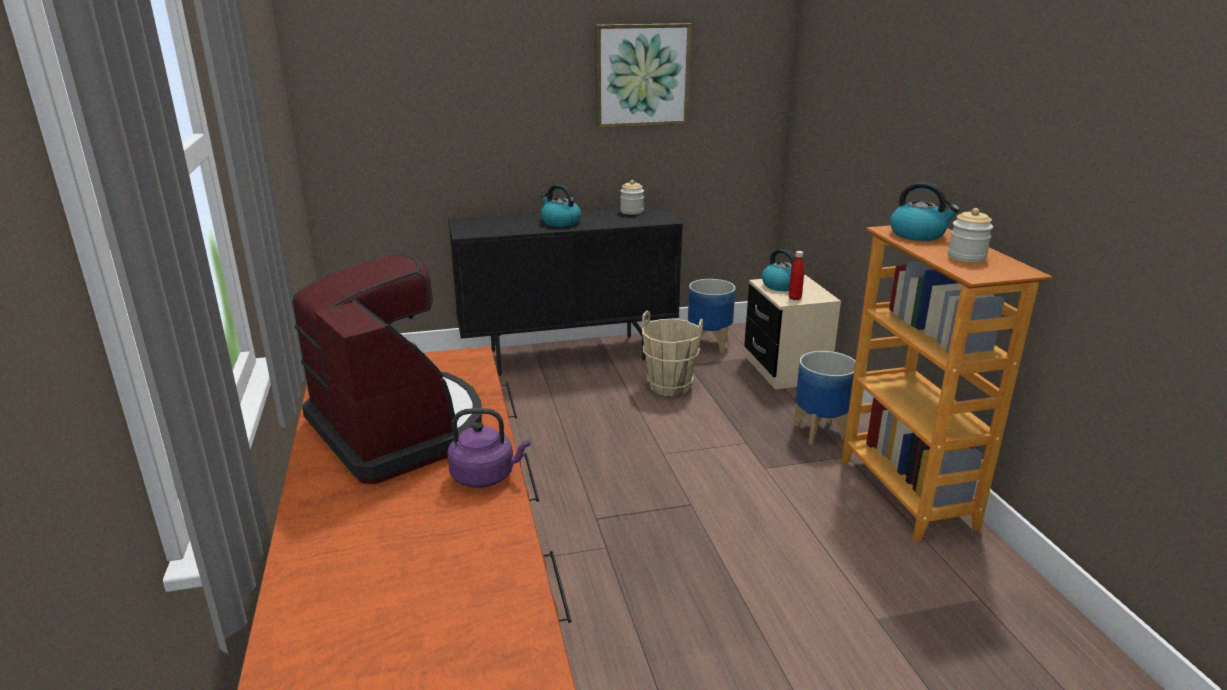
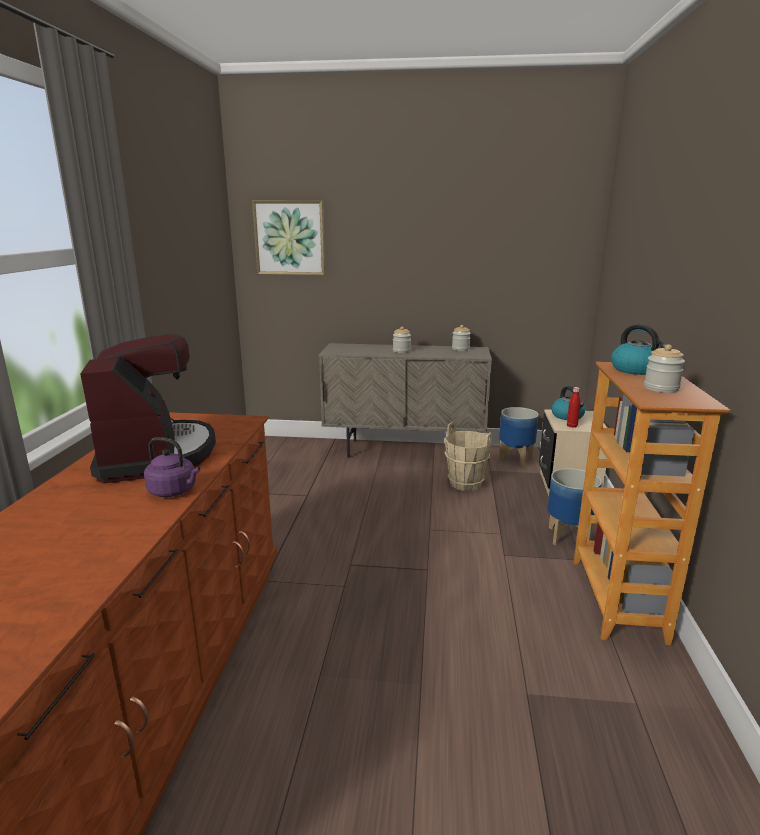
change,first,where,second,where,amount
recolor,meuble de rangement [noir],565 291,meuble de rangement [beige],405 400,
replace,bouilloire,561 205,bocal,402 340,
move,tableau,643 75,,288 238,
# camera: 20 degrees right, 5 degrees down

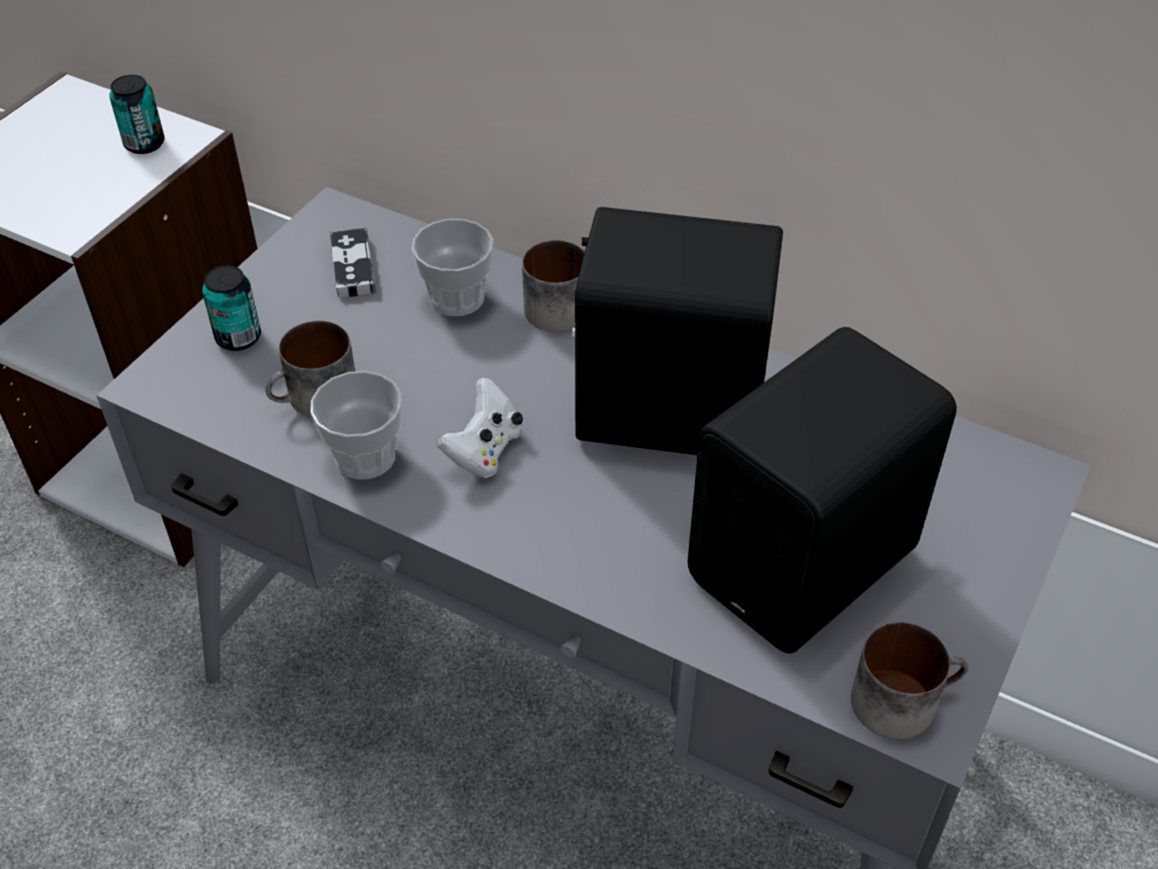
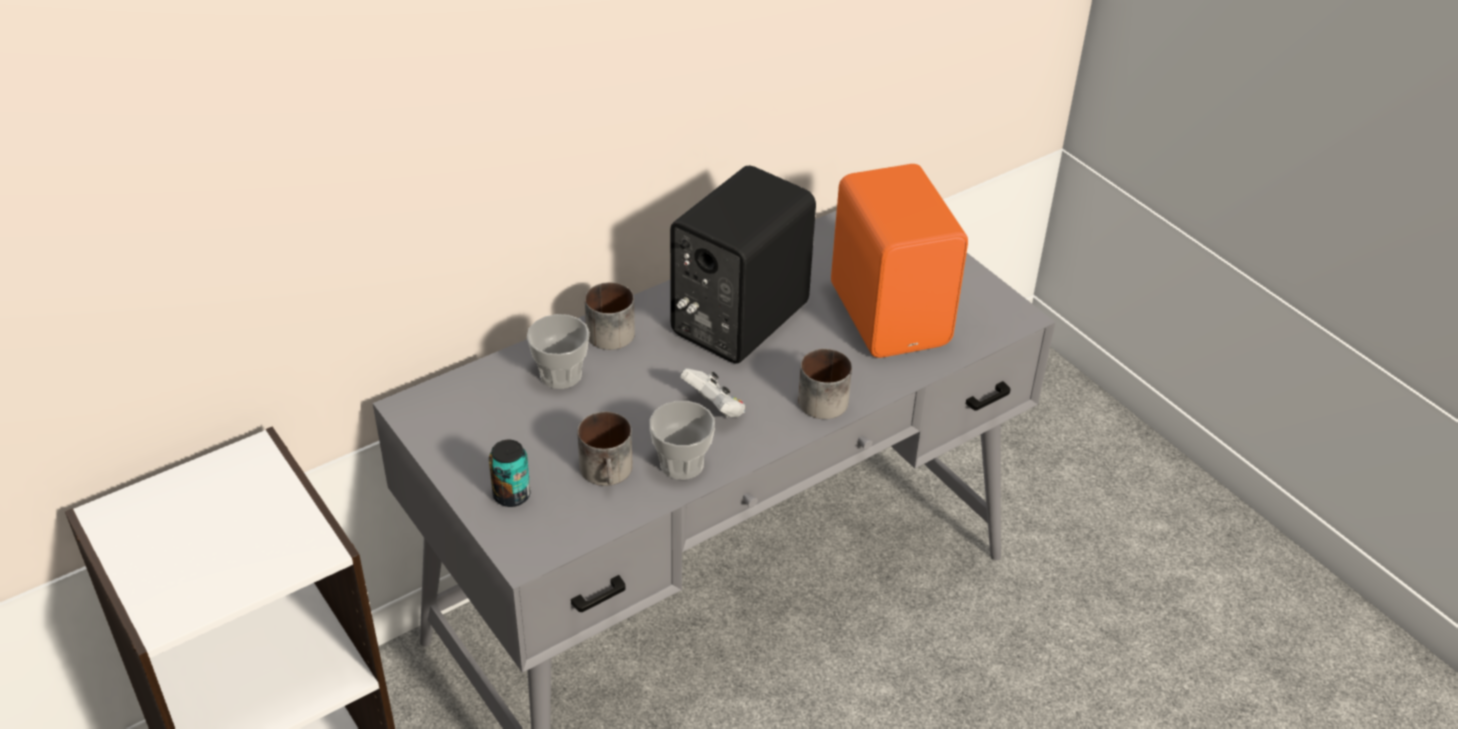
change,first,where,second,where,amount
delete,boîte métallique,137 114,,,
delete,manette,353 263,,,
recolor,enceinte [noir],822 490,enceinte [orange],899 261,
move,mug,909 680,,825 384,
# camera: 65 degrees left, 5 degrees down

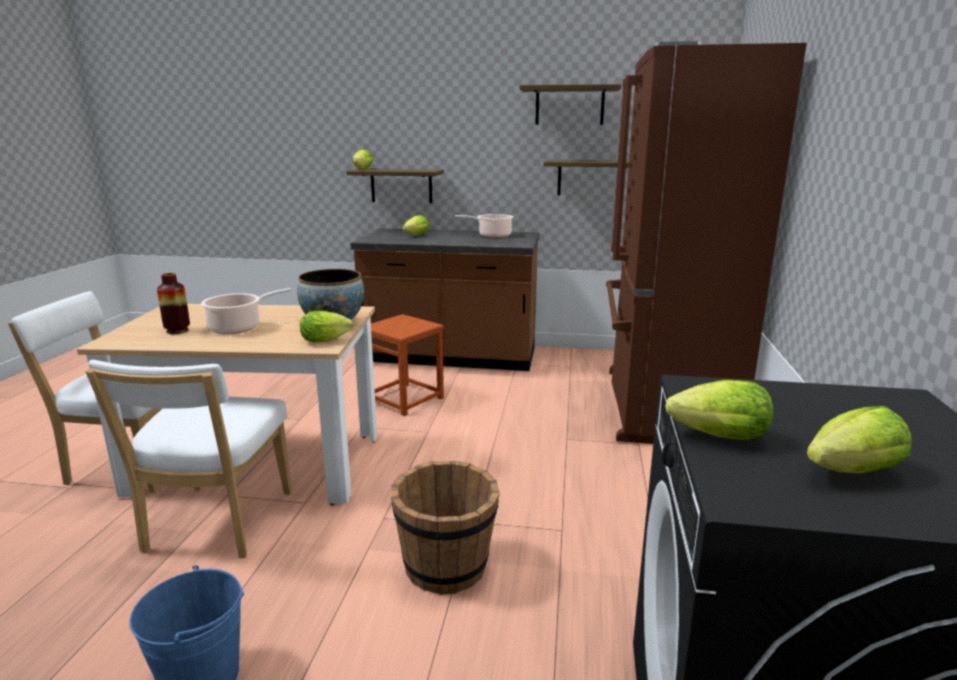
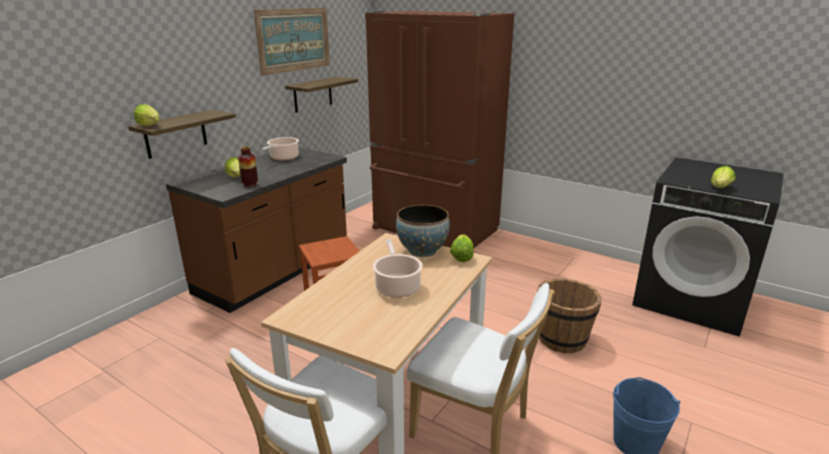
change,first,where,second,where,amount
move,vase,173 303,,248 167,
replace,étagère,570 104,tableau,292 41,
delete,laitue,859 439,,,
# camera: 65 degrees left, 5 degrees up

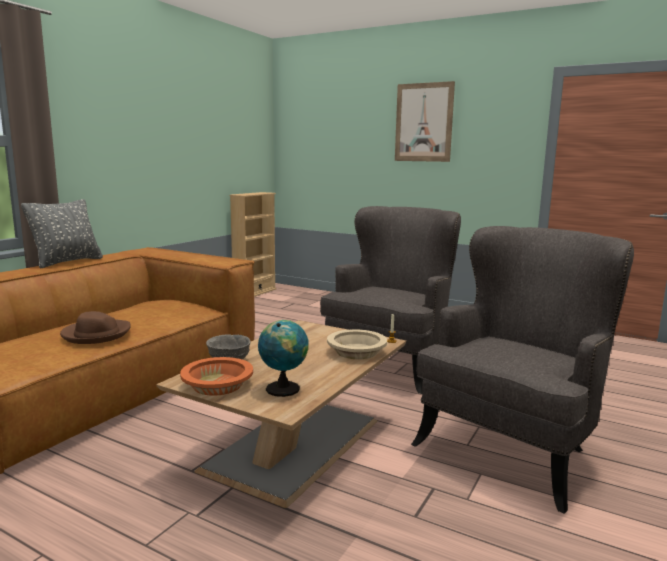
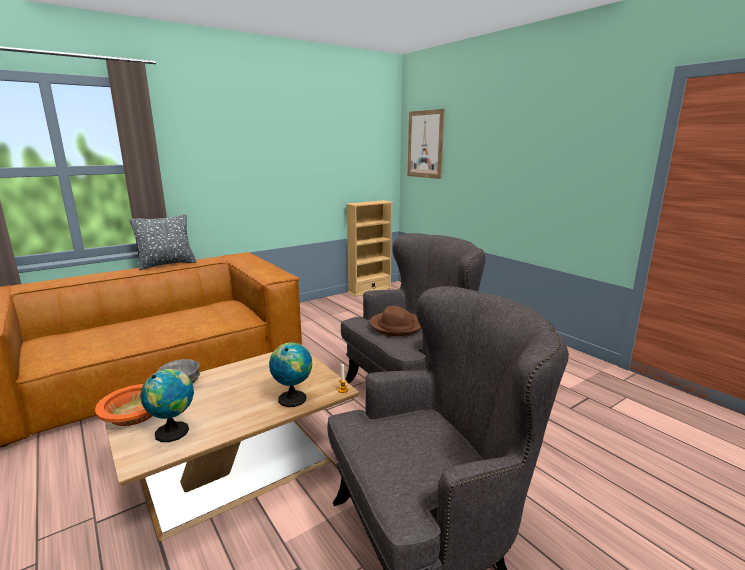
change,first,where,second,where,amount
move,chapeau [marron],95 327,,395 321,
replace,bol [beige],357 344,globe,290 375,
move,tableau,425 121,,426 144,
# camera: 25 degrees right, 5 degrees up

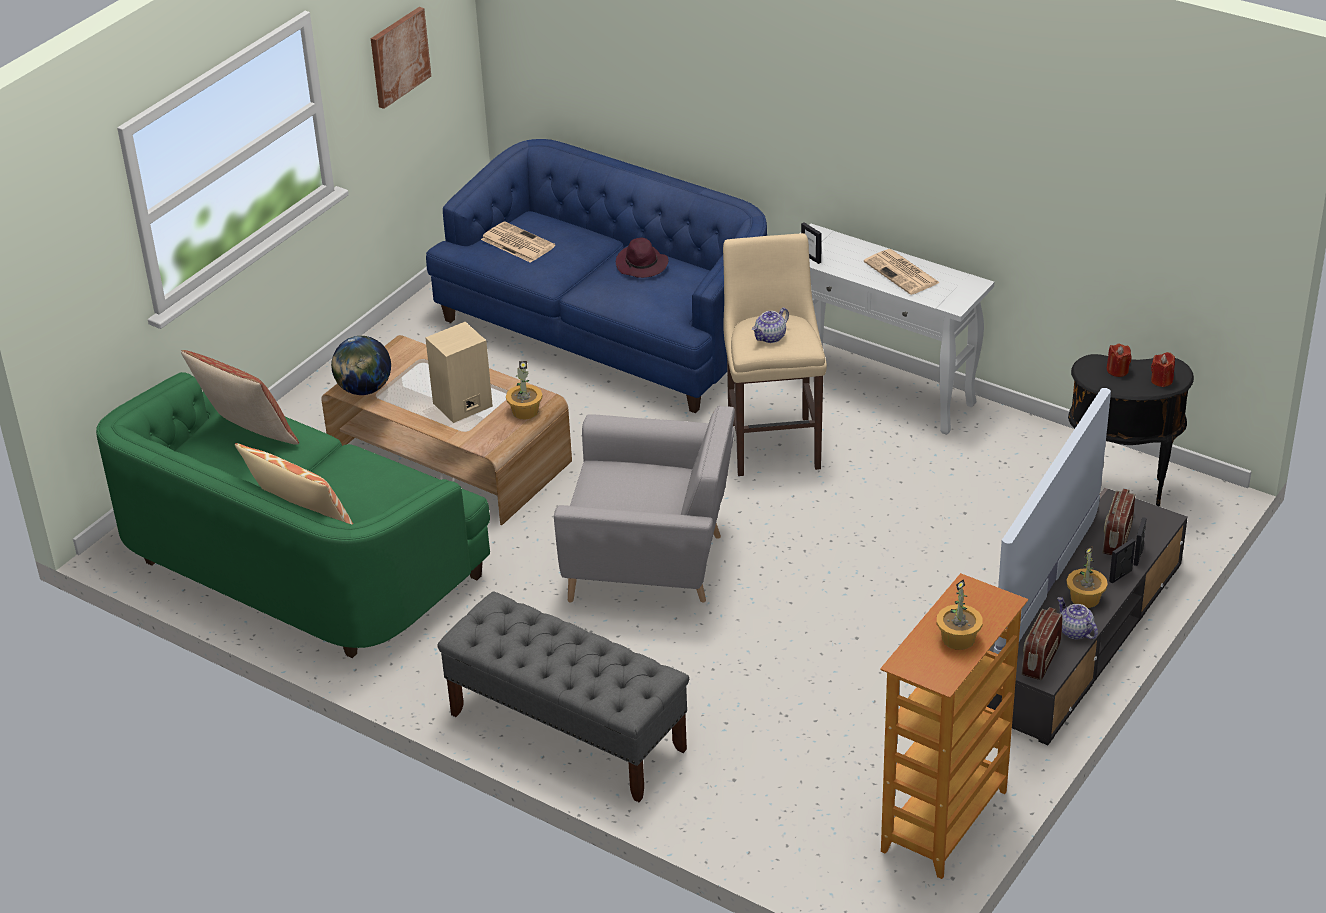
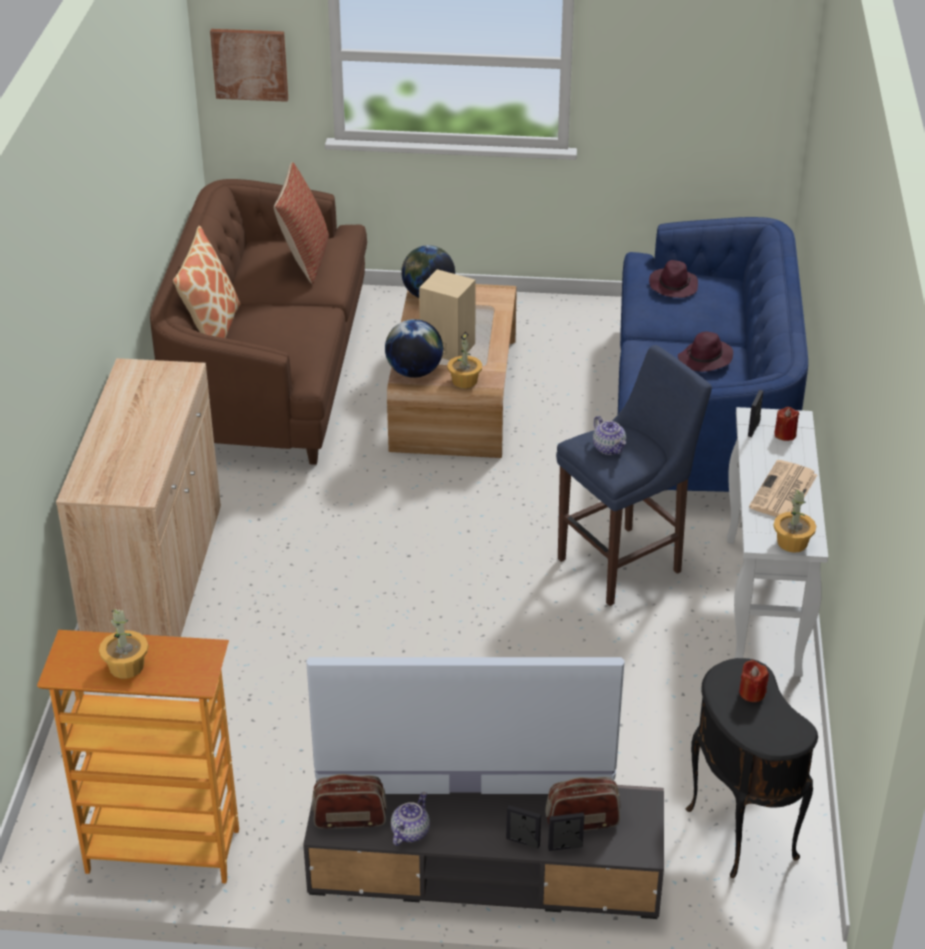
change,first,where,second,where,amount
recolor,canapé [vert],293 515,canapé [marron],258 322,
move,tableau,401 58,,249 65,
replace,banc [gris],563 696,meuble de rangement [beige],138 497,
replace,journal,518 242,chapeau [violet],673 279,
delete,fauteuil [gris],644 504,,,
recolor,tabouret [beige],775 354,tabouret [bleu],634 475,
rotate,théière,770 325,,609 435,135 degrees counterclockwise
move,plante en pot,1087 577,,794 521,
move,bougie [rouge],1163 369,,786 424,
insert,,,globe,414 348,
# camera: 60 degrees right, 0 degrees up

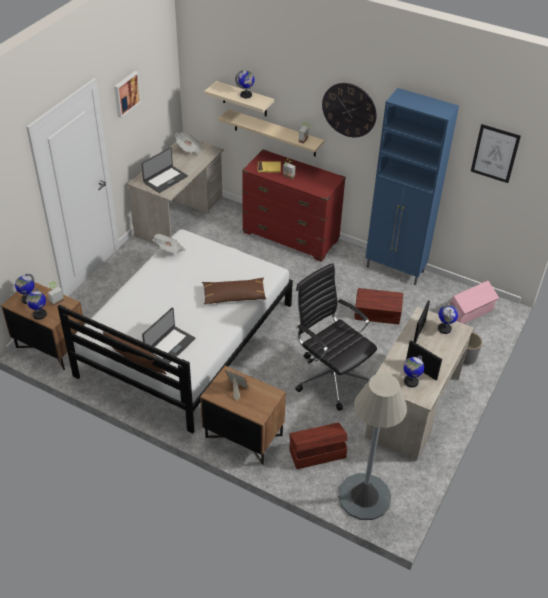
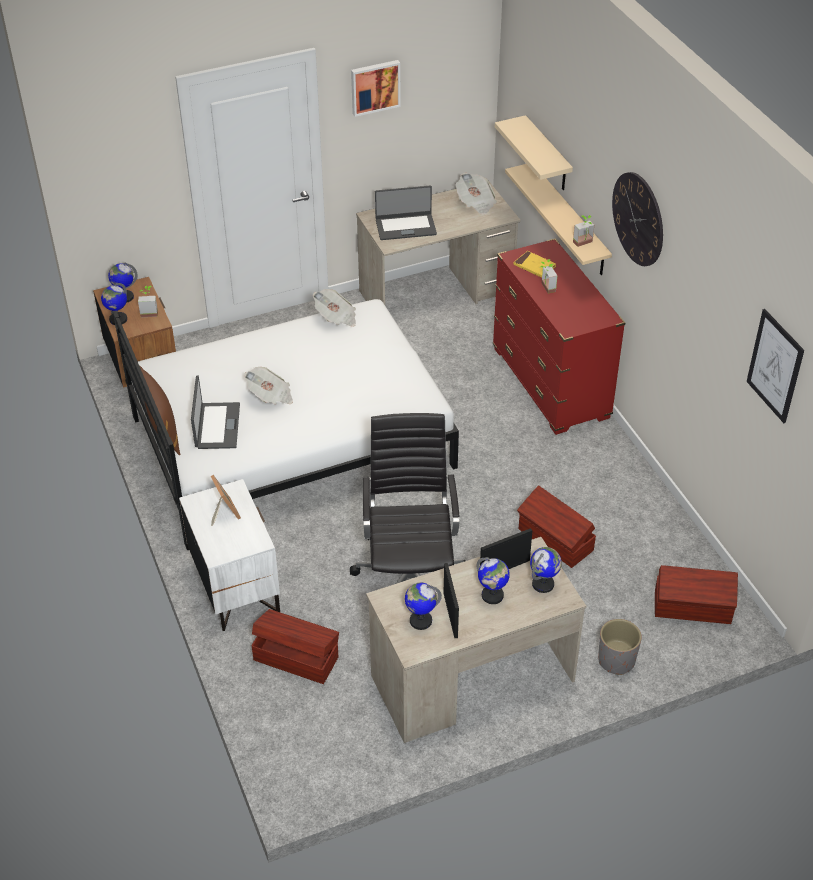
change,first,where,second,where,amount
rotate,ordinateur portable,169 336,,215 412,75 degrees counterclockwise
recolor,table de chevet [marron],243 415,table de chevet [blanc],229 555,
delete,coussin [marron],234 291,,,
move,globe,245 84,,493 580,
delete,lampadaire [gris],372 446,,,
delete,meuble de rangement [bleu],412 186,,,
recolor,boîte de rangement [rose],473 302,boîte de rangement [marron],696 594,
insert,,,journal,268 386,
# camera: 40 degrees right, 0 degrees up

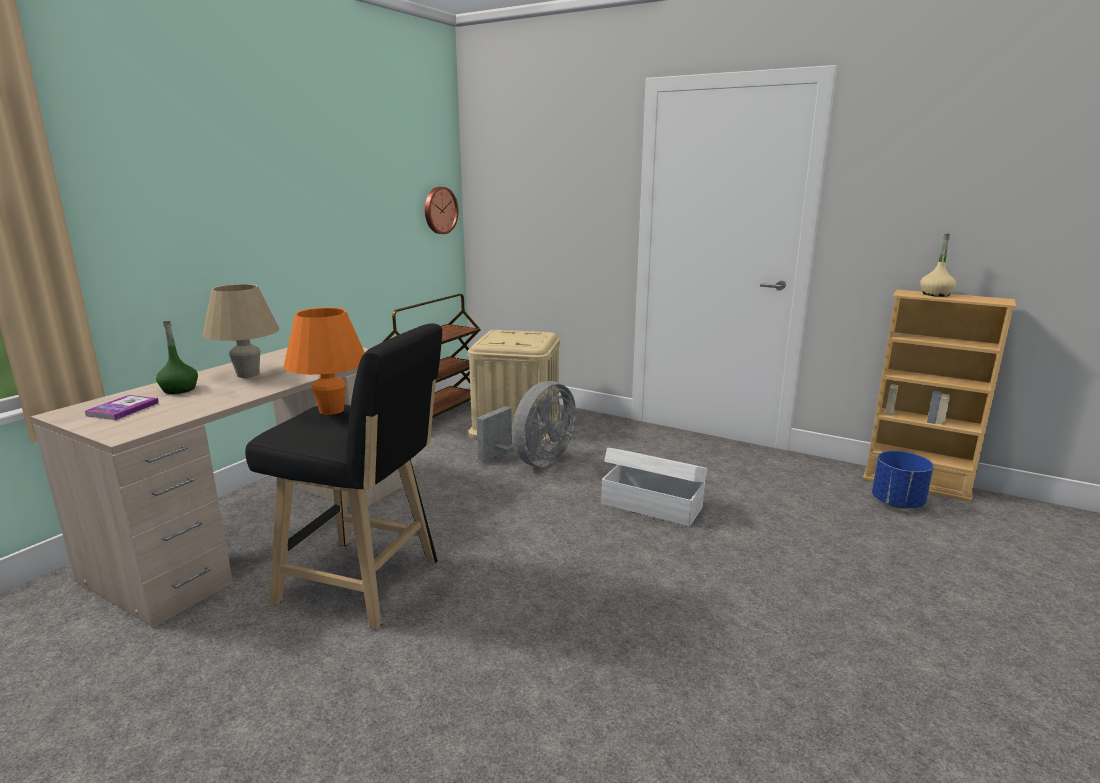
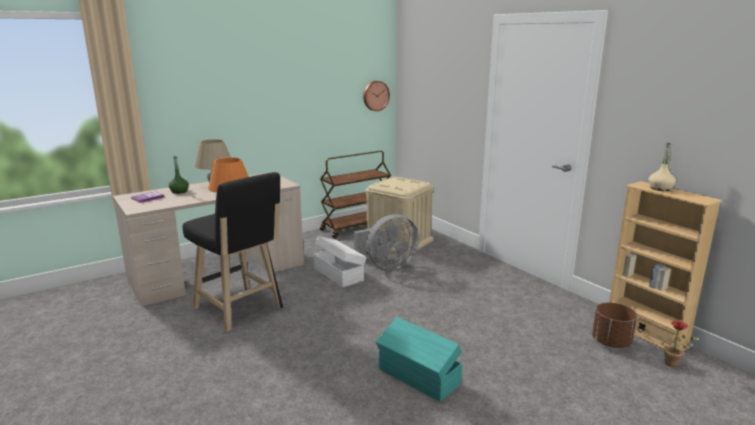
change,first,where,second,where,amount
move,boîte de rangement [blanc],654 487,,340 262,
recolor,cache-pot [bleu],903 479,cache-pot [marron],614 325,
insert,,,boîte de rangement [turquoise],419 359,
insert,,,plante en pot,678 344,
# camera: 25 degrees right, 0 degrees up

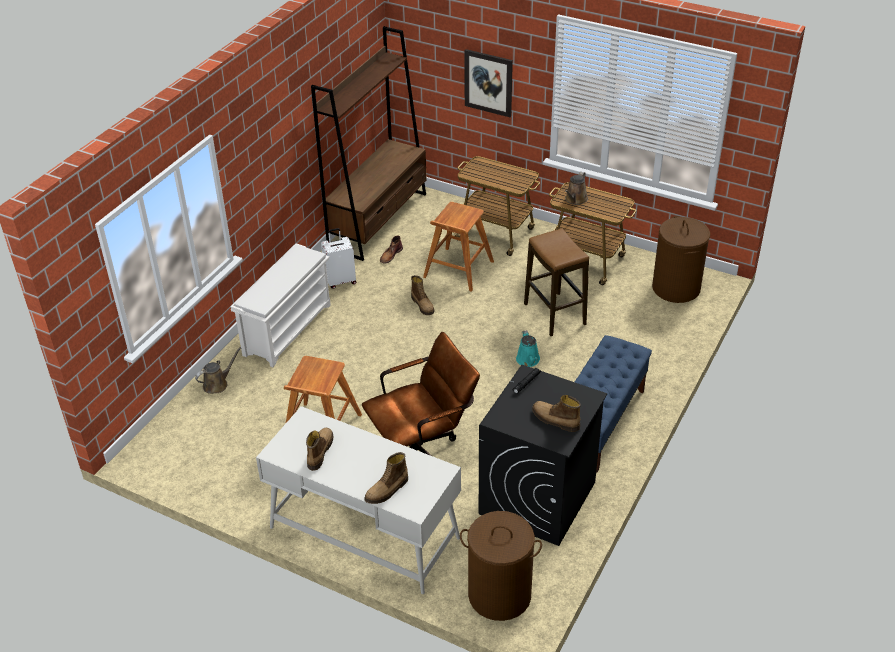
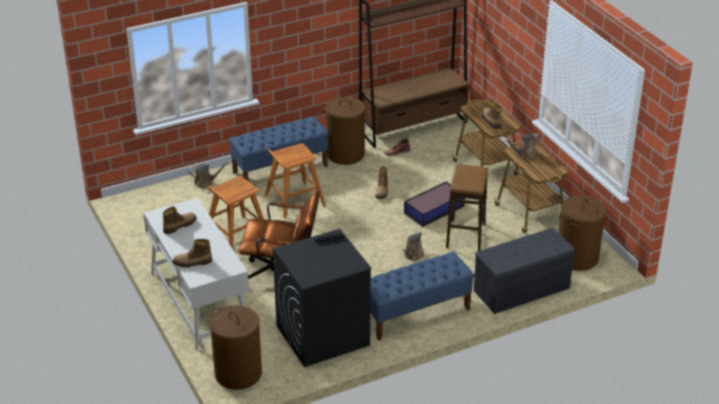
change,first,where,second,where,amount
replace,étagère à chaussures [blanc],281 305,banc [bleu],279 149,
replace,valise [blanc],338 258,panier à linge [marron],345 131,
move,tabouret [marron],458 247,,295 181,
delete,tableau,488 83,,,
recolor,arrosoir [turquoise],528 348,arrosoir [marron],413 246,
move,botte,556 413,,491 116,
insert,,,boîte de rangement,434 204,
insert,,,banc [gris],524 271,
# camera: 35 degrees right, 5 degrees down

